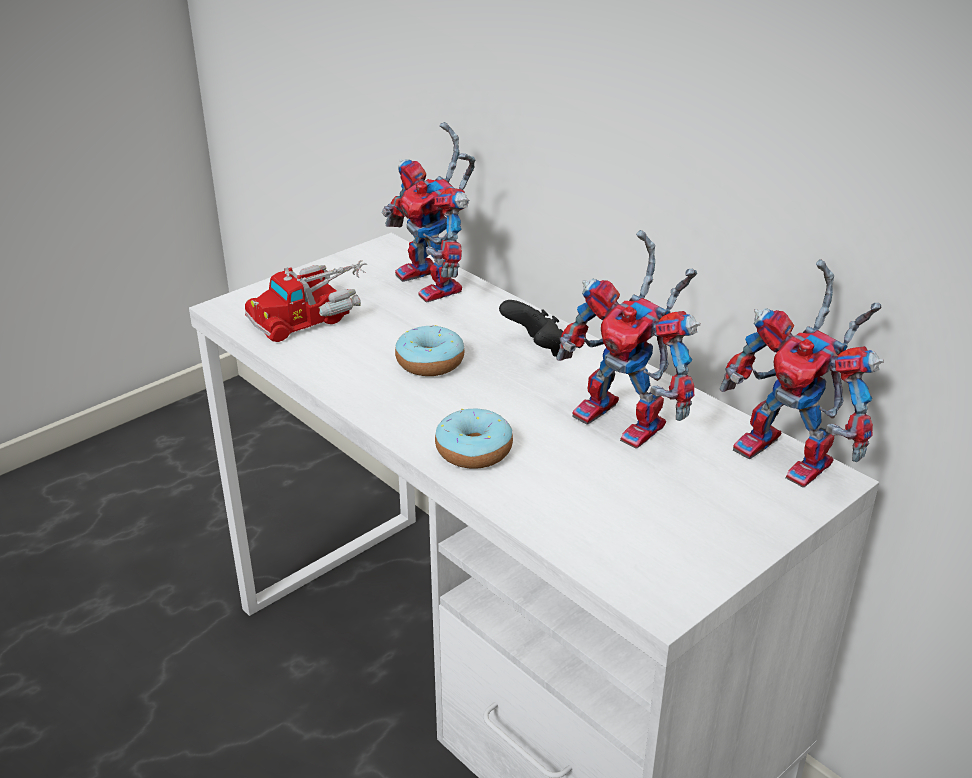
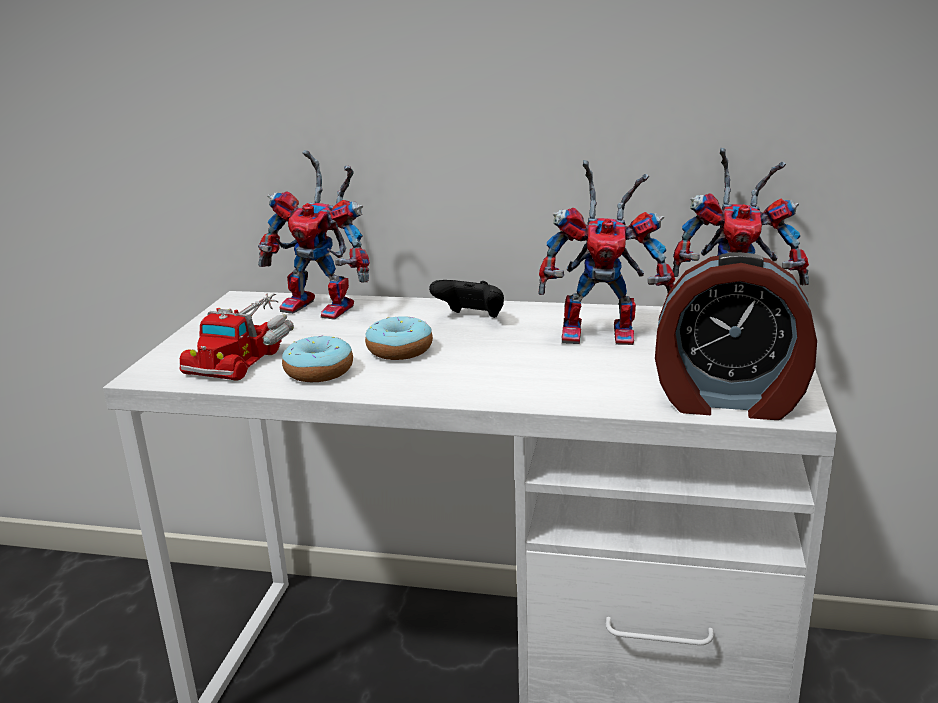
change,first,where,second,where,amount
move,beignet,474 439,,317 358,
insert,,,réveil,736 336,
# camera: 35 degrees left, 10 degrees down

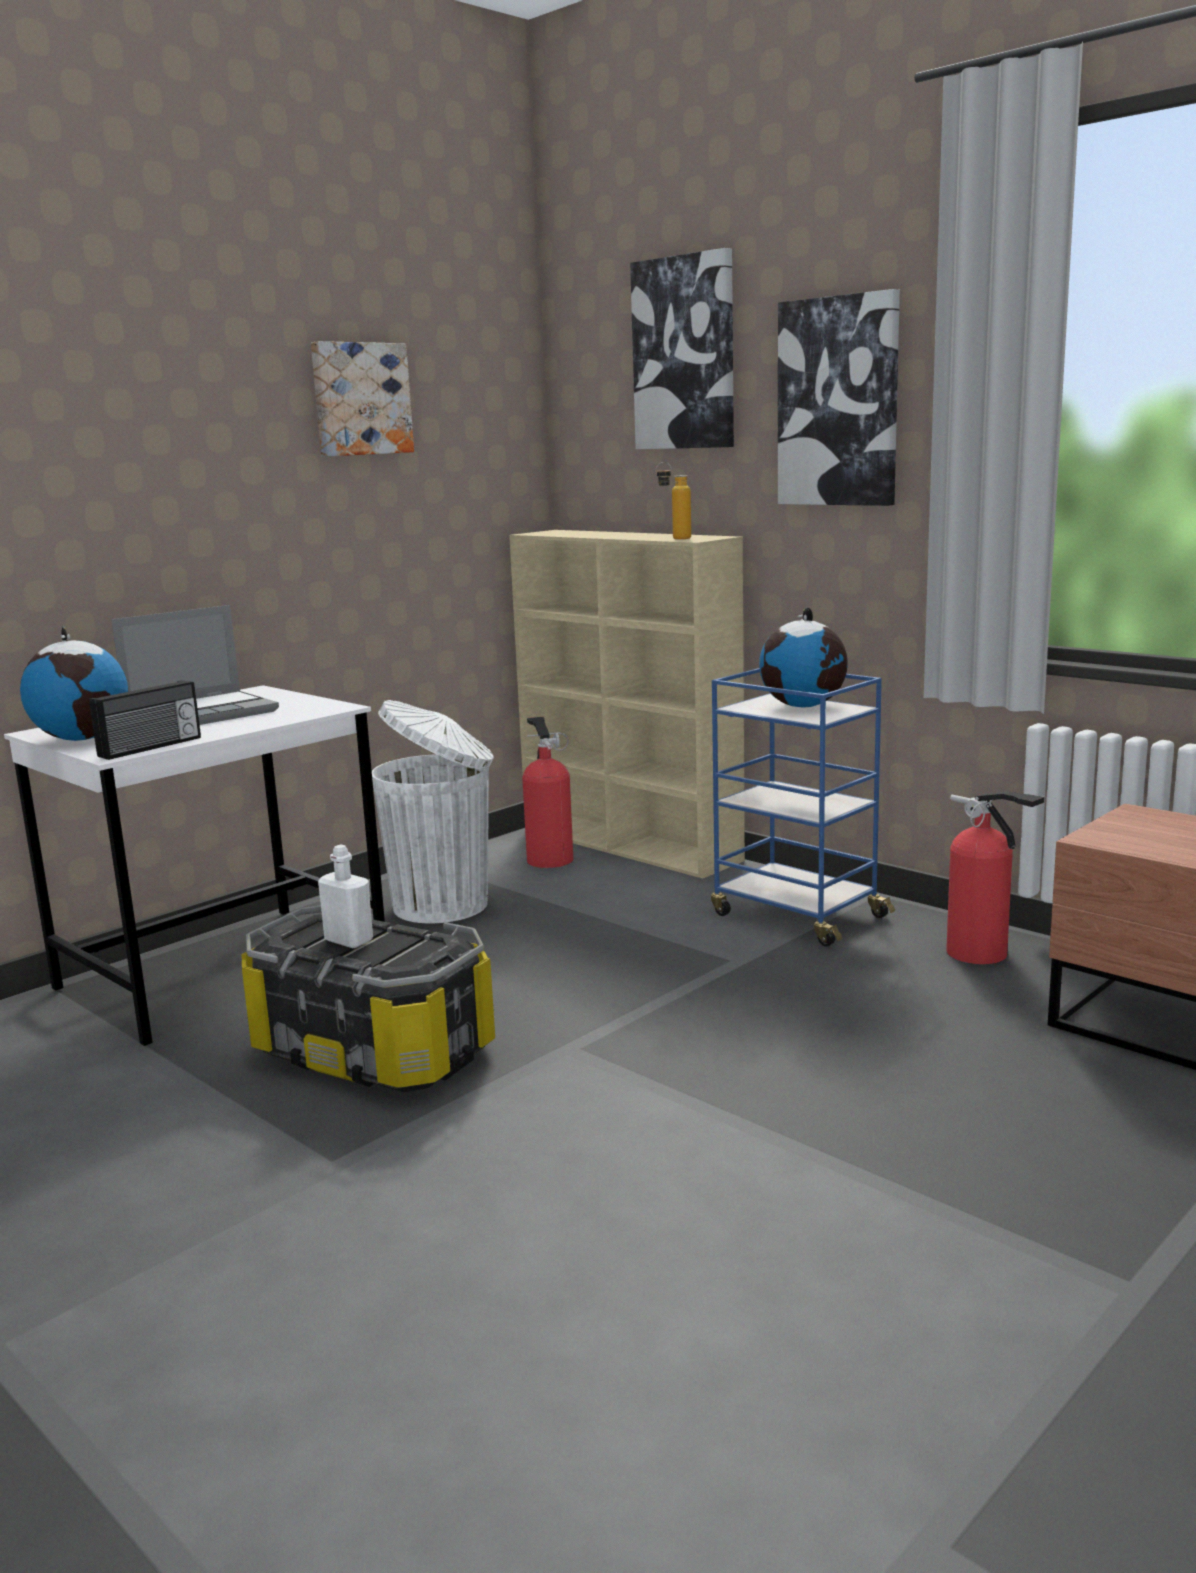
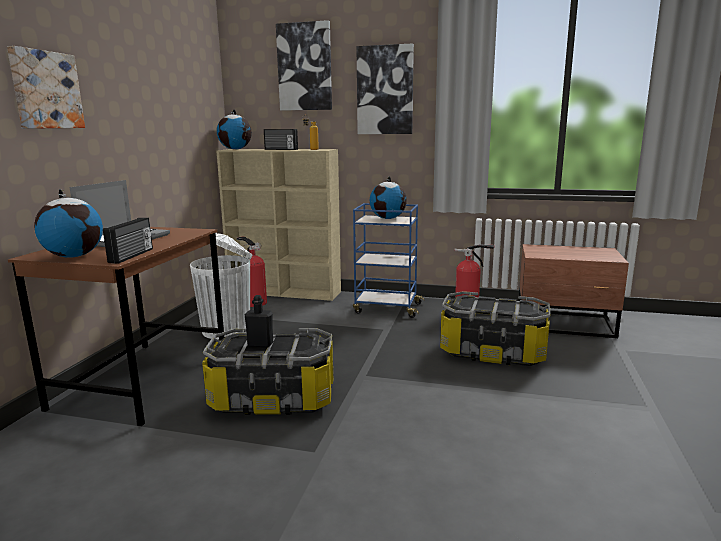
change,first,where,second,where,amount
recolor,bureau [blanc],194 865,bureau [marron],116 326,
move,tableau,362 399,,46 87,
recolor,bouteille [blanc],345 896,bouteille [noir],258 321,
insert,,,globe,234 129,
insert,,,radio,281 139,
insert,,,boîte de rangement,495 328,
# camera: 30 degrees left, 0 degrees up

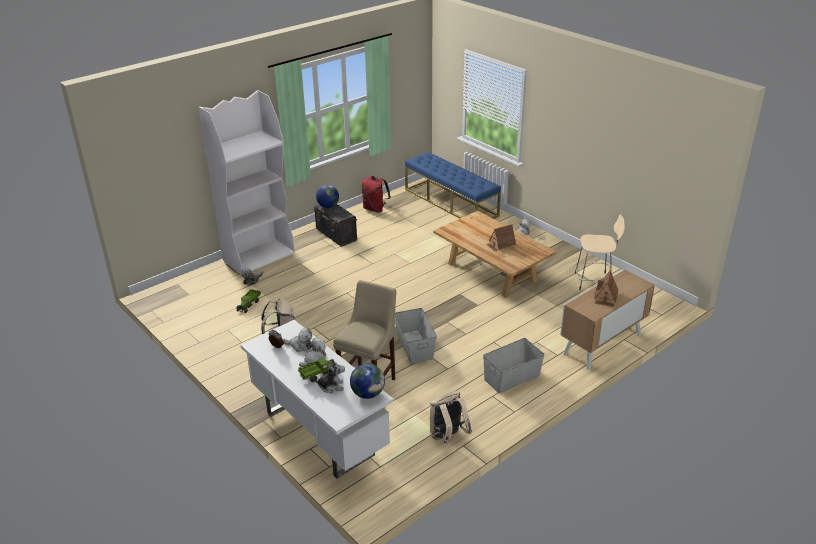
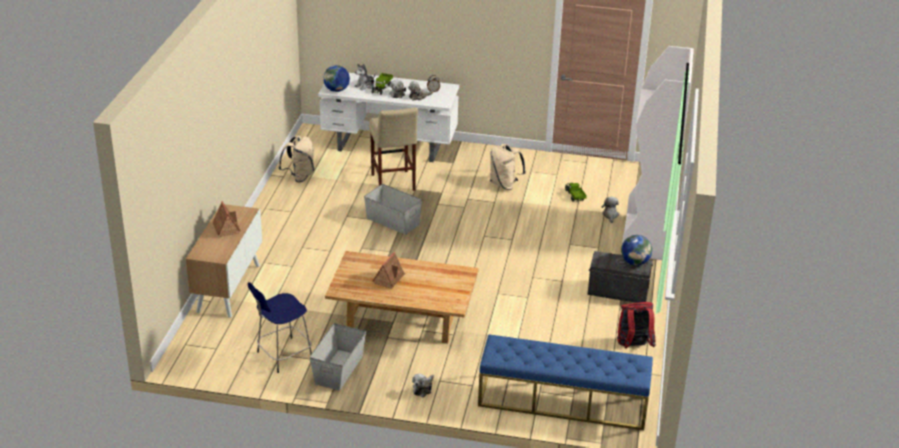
change,first,where,second,where,amount
move,boîte de rangement [gris],514 365,,338 356,
recolor,tabouret [beige],600 252,tabouret [bleu],280 327,
# camera: 140 degrees right, 0 degrees up

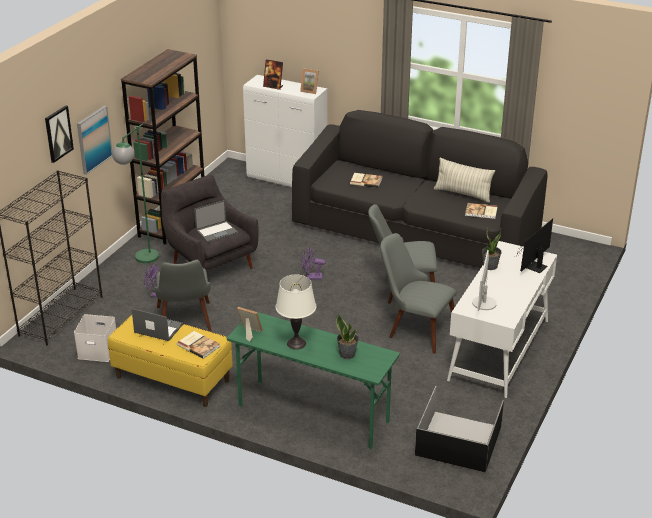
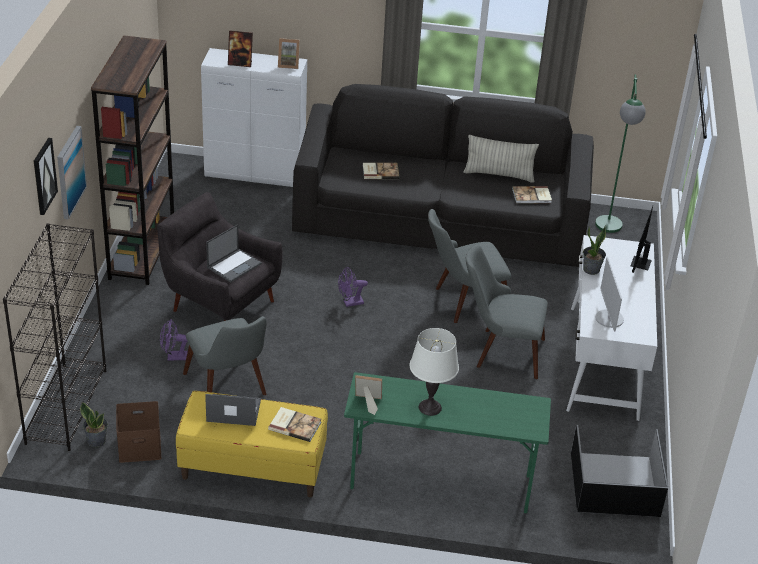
change,first,where,second,where,amount
recolor,boîte de rangement [blanc],95 338,boîte de rangement [marron],138 432,
move,lampadaire [vert],135 193,,620 153,
move,plante en pot,347 336,,94 424,
# camera: 20 degrees left, 5 degrees up

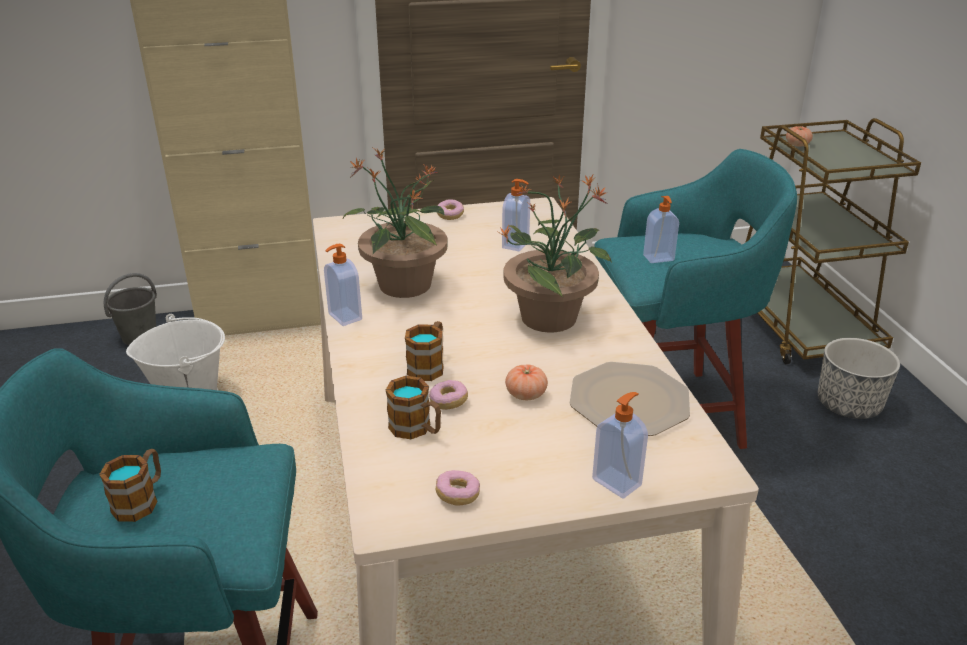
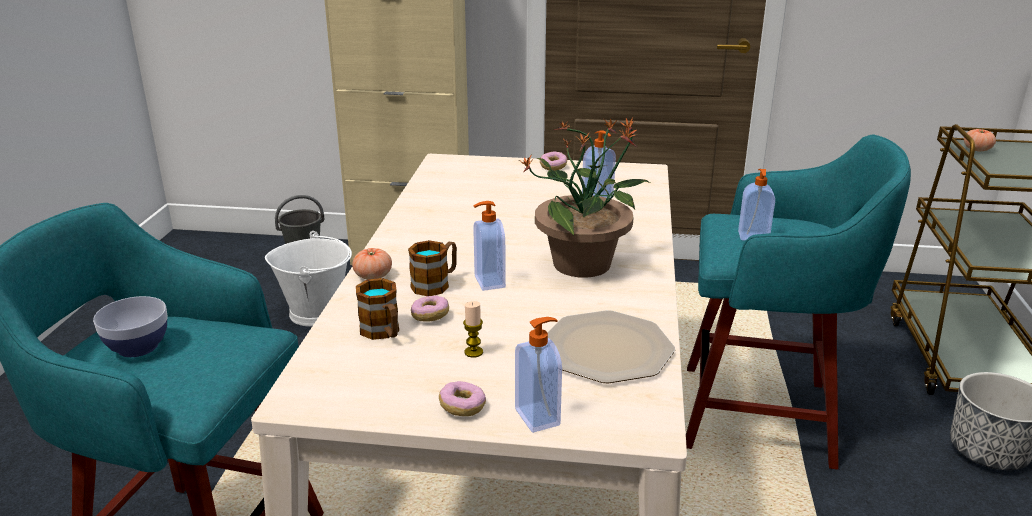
change,first,where,second,where,amount
replace,mug,130 485,bol,130 326,
move,distributeur de savon,343 285,,489 246,
delete,plante en pot,395 223,,,
move,beignet,458 488,,462 398,
move,tomate,526 382,,372 263,
insert,,,bougie,473 329,
# camera: 20 degrees right, 5 degrees down

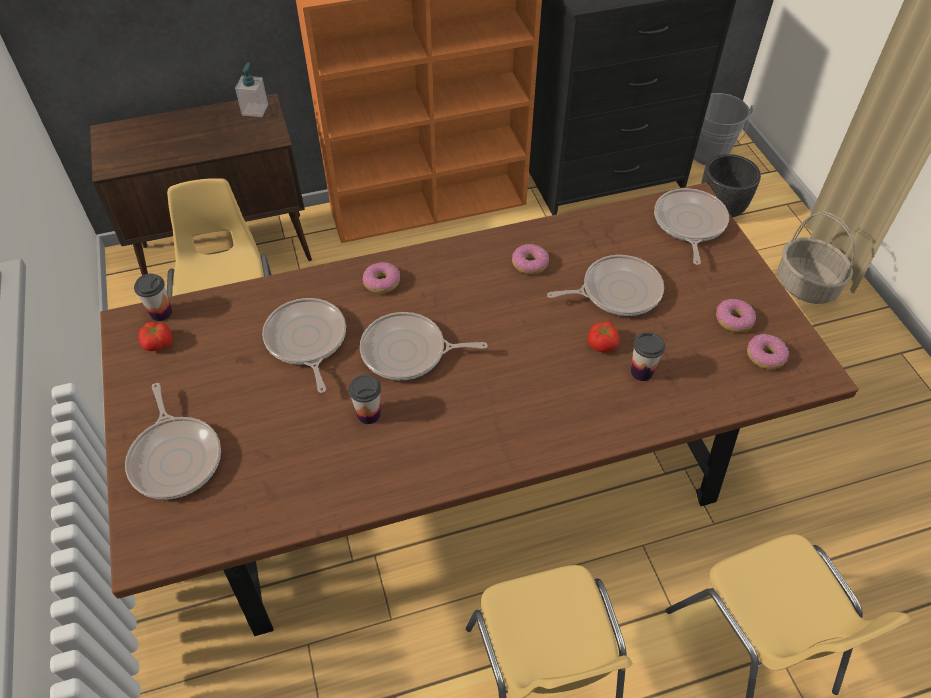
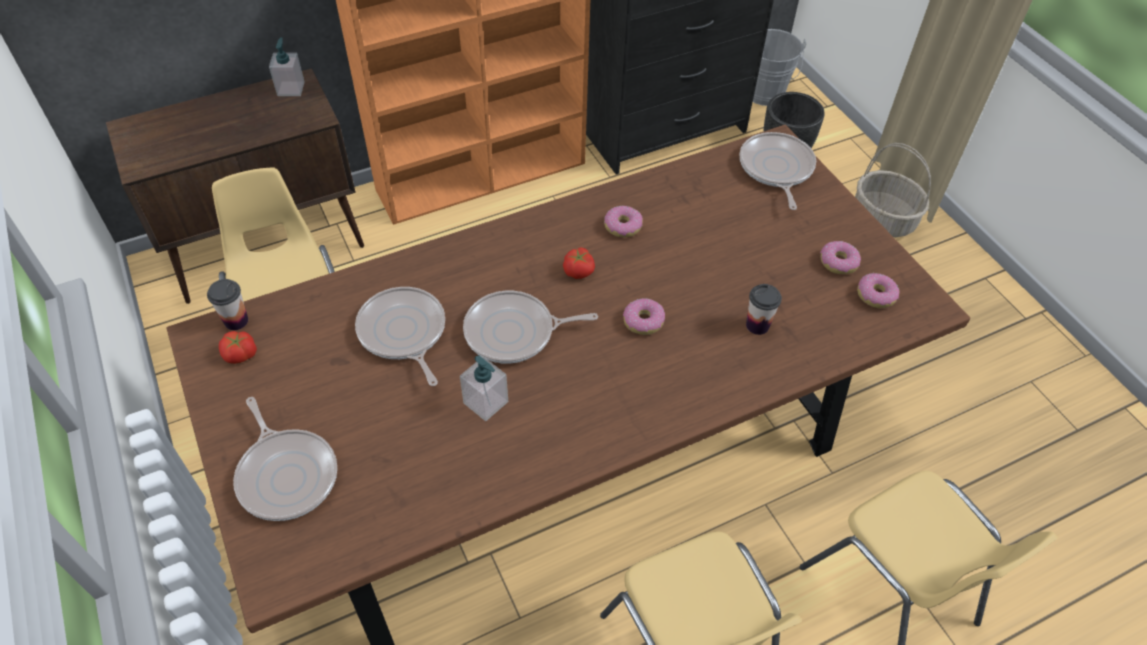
change,first,where,second,where,amount
replace,tasse,364 399,distributeur de savon,484 388,
move,beignet,381 278,,644 316,
delete,poêle,605 285,,,
move,tomate,604 336,,579 263,
# camera: 10 degrees left, 0 degrees up

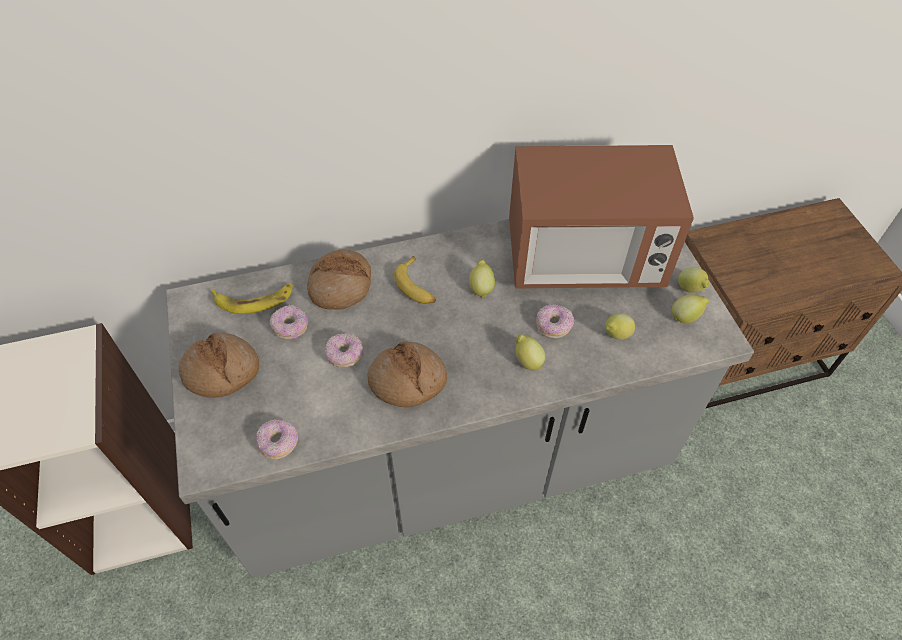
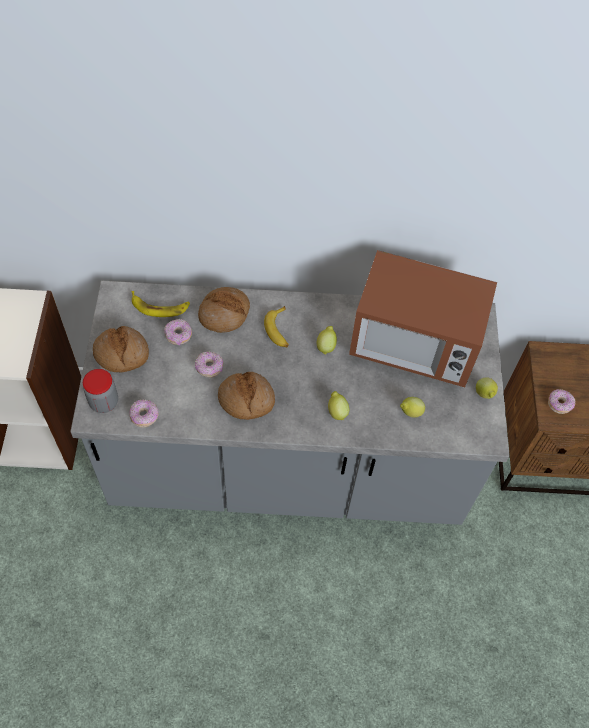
change,first,where,second,where,amount
move,beignet,555 321,,562 401,
delete,citron,690 308,,,
insert,,,bocal,100 391,
# camera: 15 degrees right, 5 degrees up

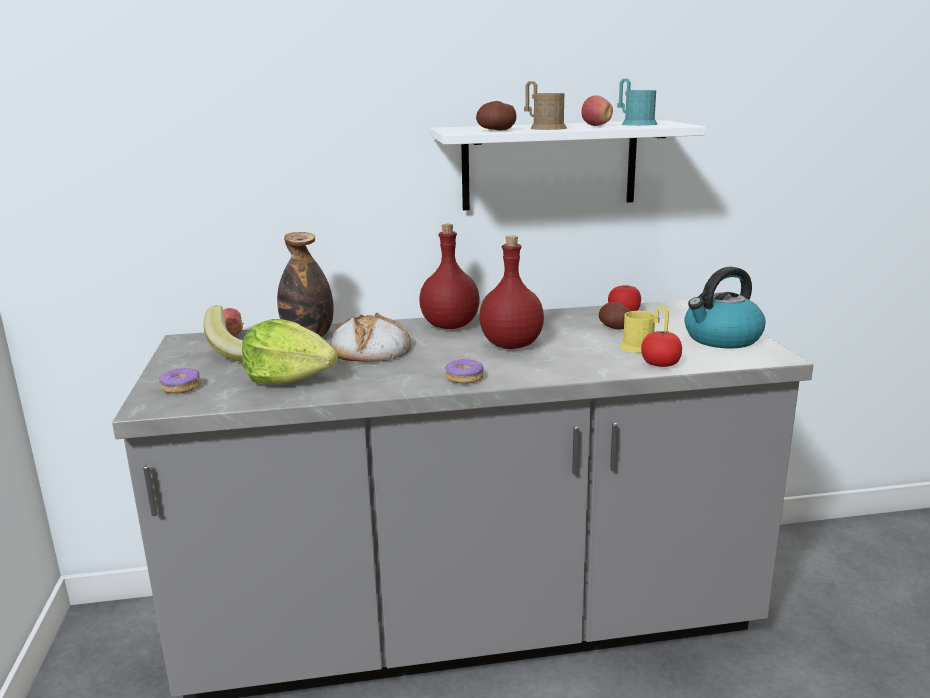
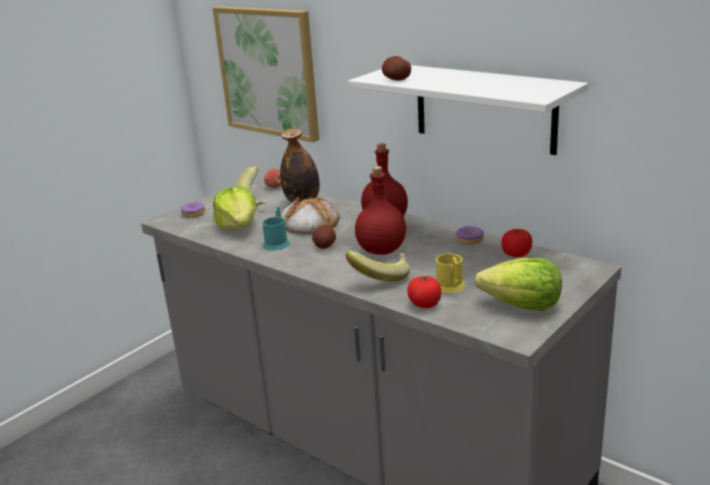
change,first,where,second,where,amount
move,beignet,464 371,,470 235,
delete,mug [marron],545 105,,,
delete,pomme,597 110,,,
move,pomme de terre,615 316,,324 237,
move,mug [turquoise],637 102,,276 228,
replace,bouilloire,725 307,laitue,518 284,
insert,,,tableau,265 74,
insert,,,banane,378 266,
# camera: 50 degrees right, 5 degrees up

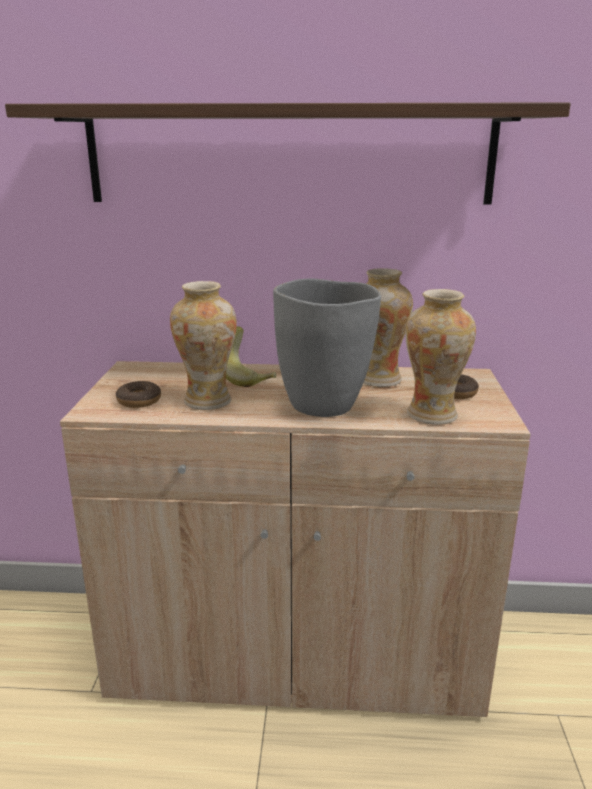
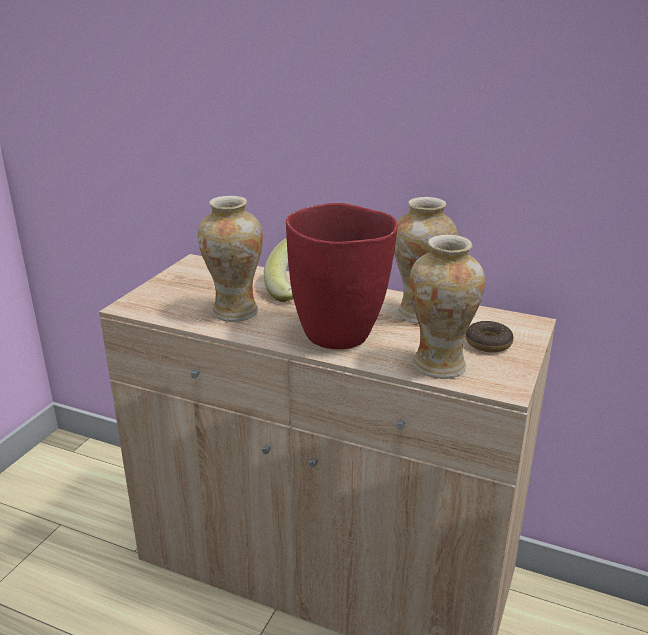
change,first,where,second,where,amount
delete,étagère,288 153,,,
delete,beignet,138 394,,,
recolor,vase [gris],327 347,vase [rouge],342 276,
# camera: 20 degrees right, 5 degrees up

